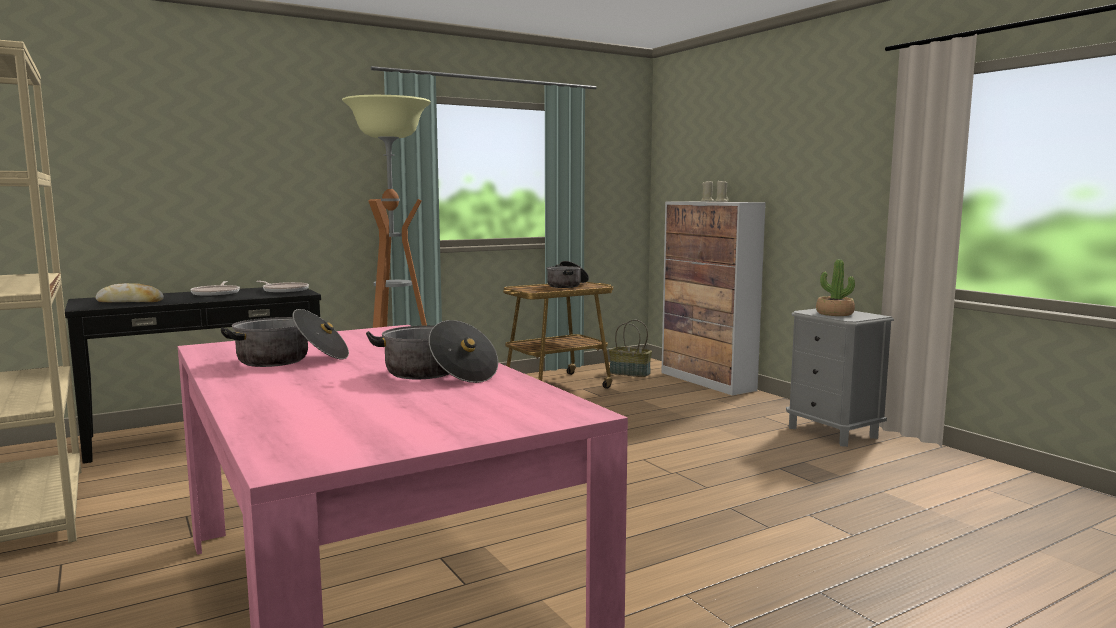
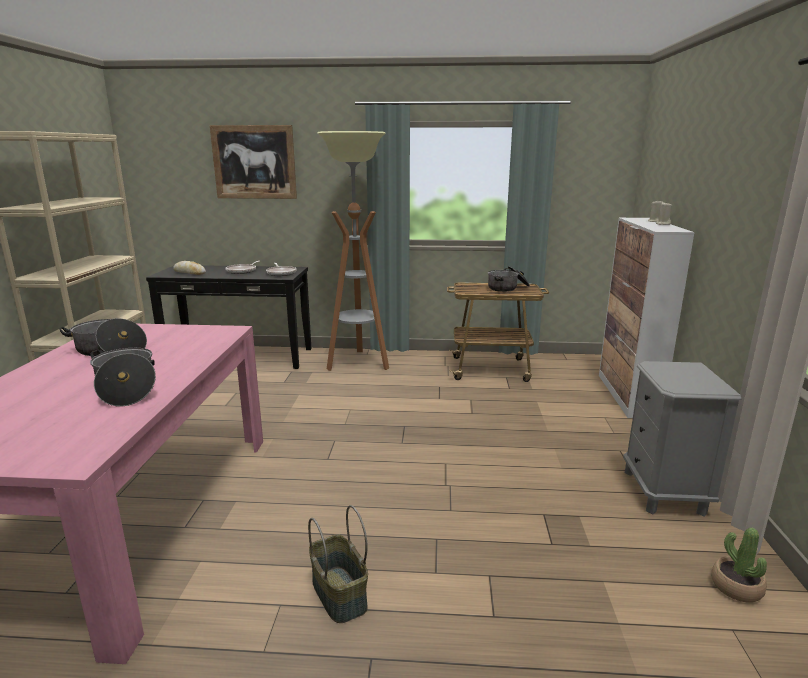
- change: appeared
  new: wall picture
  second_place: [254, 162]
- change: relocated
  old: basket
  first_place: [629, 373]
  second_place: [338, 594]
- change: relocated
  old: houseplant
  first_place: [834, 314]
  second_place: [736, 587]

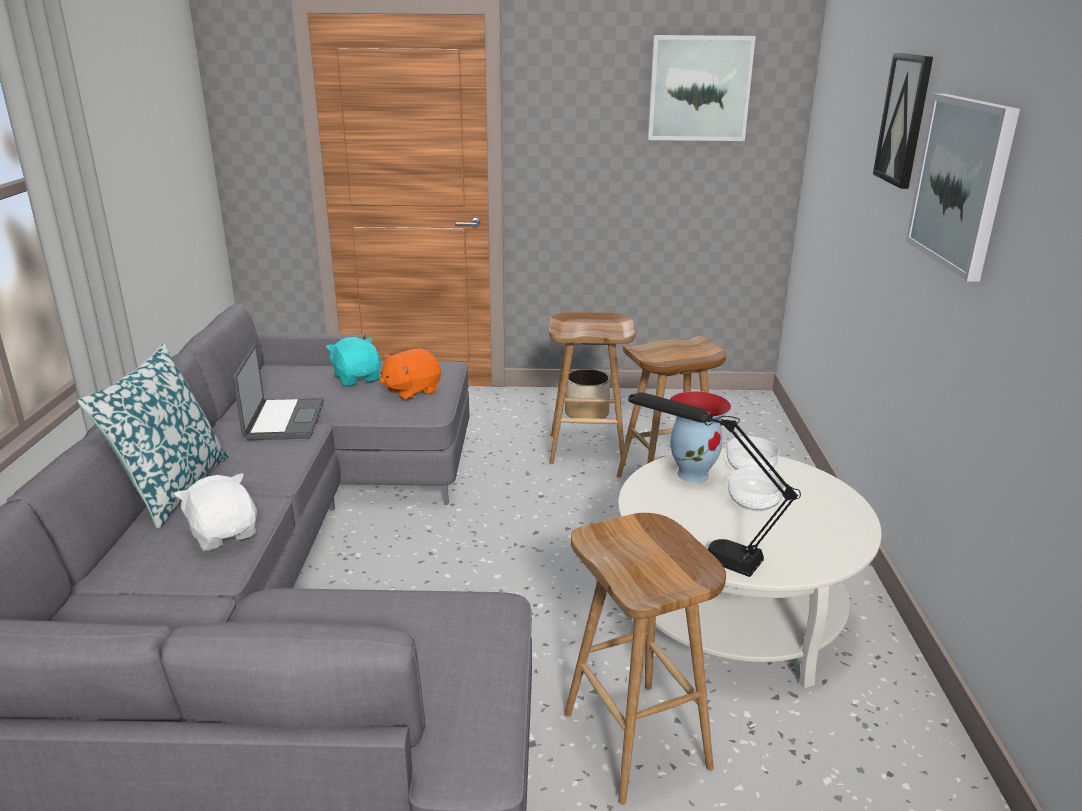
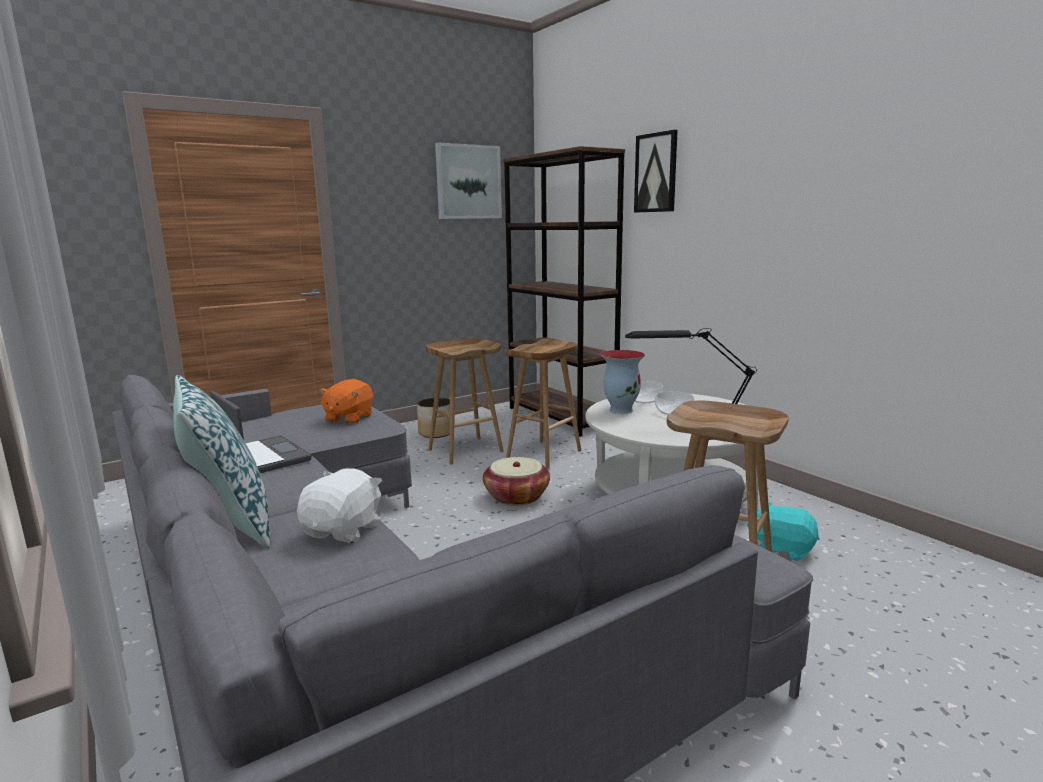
- change: missing
  old: wall picture
  first_place: [962, 183]
- change: appeared
  new: basket
  second_place: [516, 496]
- change: appeared
  new: bookcase (brown-coloured)
  second_place: [561, 417]
- change: relocated
  old: cuddly toy (turquoise)
  first_place: [357, 379]
  second_place: [782, 549]
- change: spun
  old: cuddly toy (white-coloured)
  first_place: [224, 534]
  second_place: [344, 530]
  degrees: 90

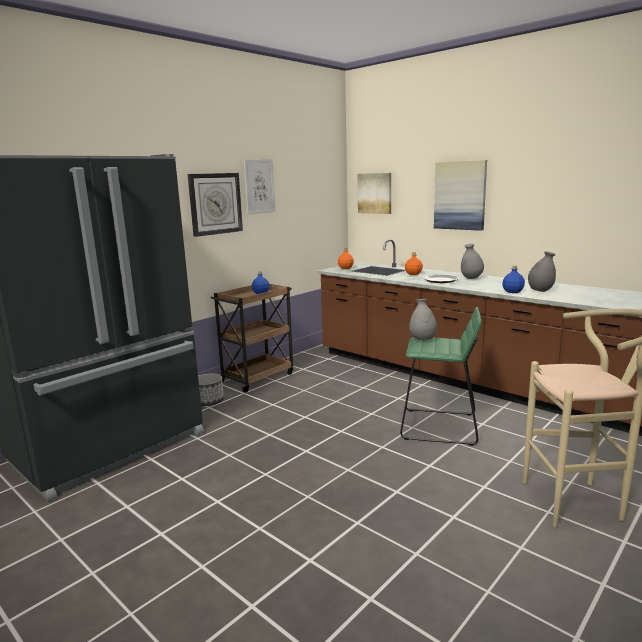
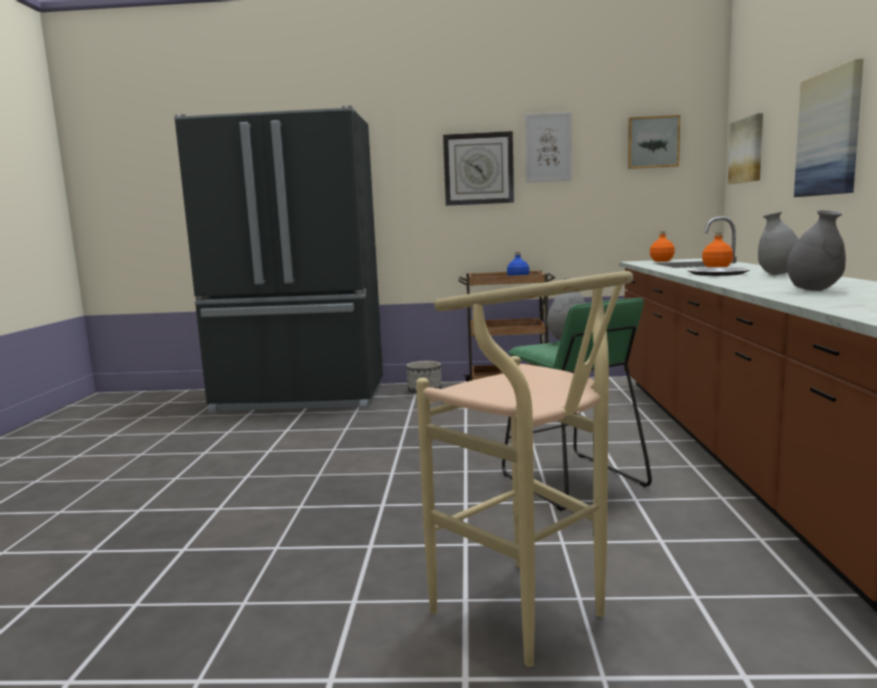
- change: missing
  old: drink bottle (bluish)
  first_place: [513, 292]
- change: appeared
  new: wall picture
  second_place: [652, 142]

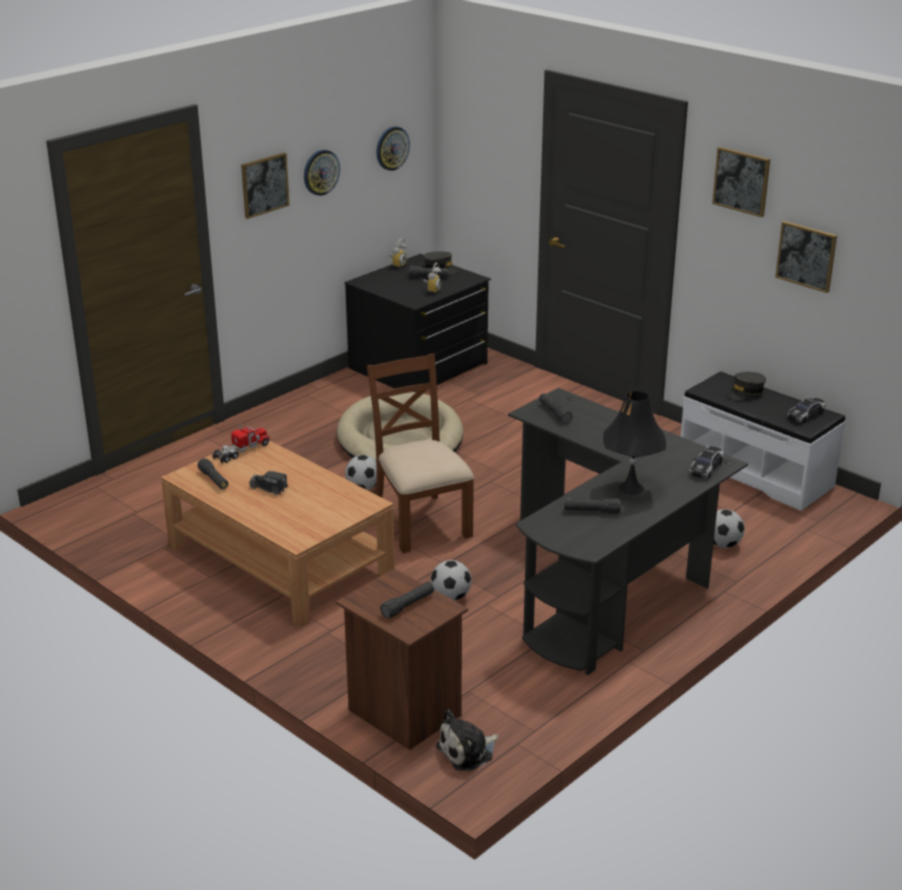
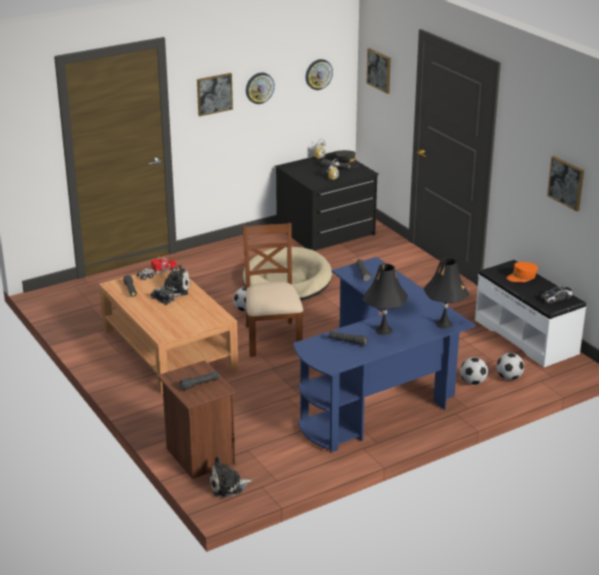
- change: appeared
  new: cuddly toy
  second_place: [175, 289]
- change: relocated
  old: ball for football
  first_place: [451, 597]
  second_place: [509, 378]
- change: relocated
  old: wall picture
  first_place: [741, 181]
  second_place: [379, 70]
- change: exchanged
  old: miniature car
  new: tabletop lamp (black-coloured)
  first_place: [706, 468]
  second_place: [444, 324]
- change: colour
  old: desk (black-coloured)
  new: desk (bluish)
  first_place: [609, 580]
  second_place: [379, 394]
- change: colour
  old: baseball cap (greyish)
  new: baseball cap (orange)
  first_place: [745, 392]
  second_place: [522, 277]

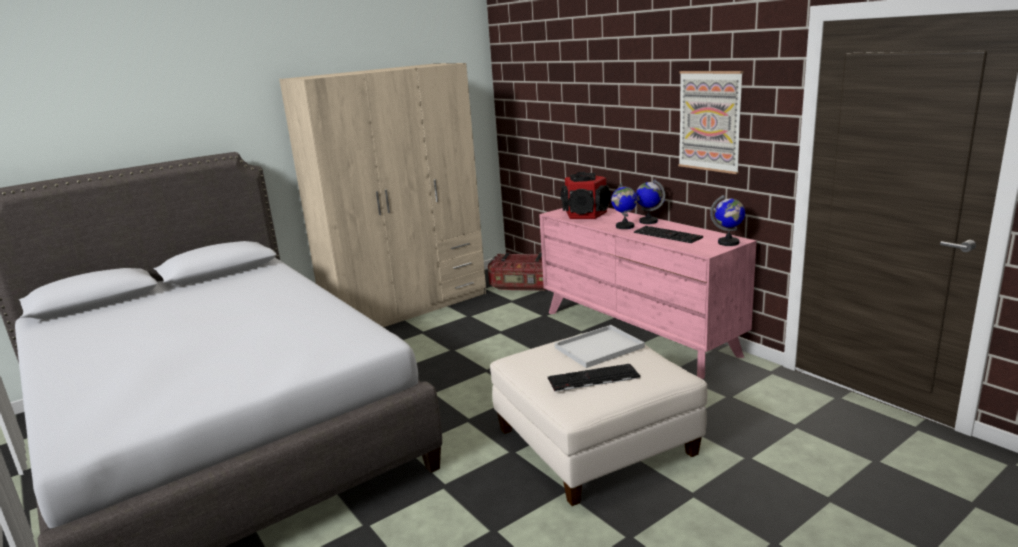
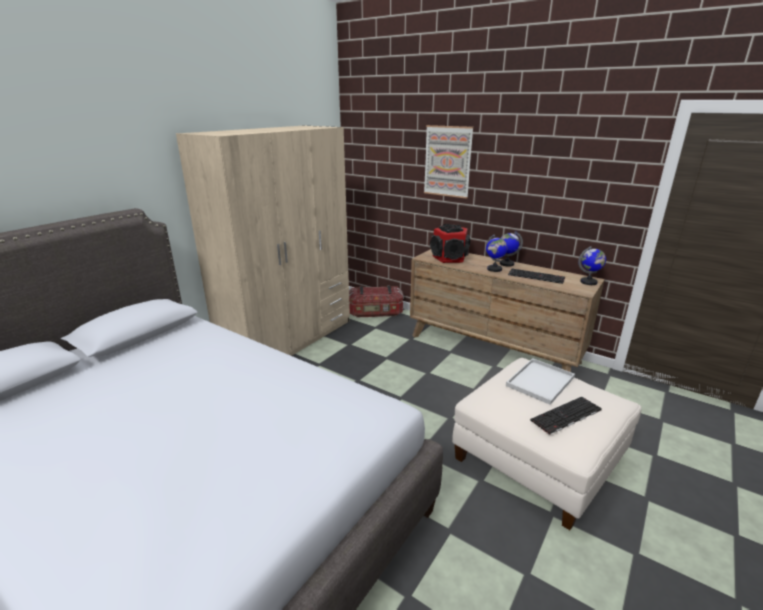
- change: relocated
  old: wall picture
  first_place: [710, 121]
  second_place: [447, 161]
- change: colour
  old: dresser (pink-coloured)
  new: dresser (brown-coloured)
  first_place: [638, 333]
  second_place: [493, 349]

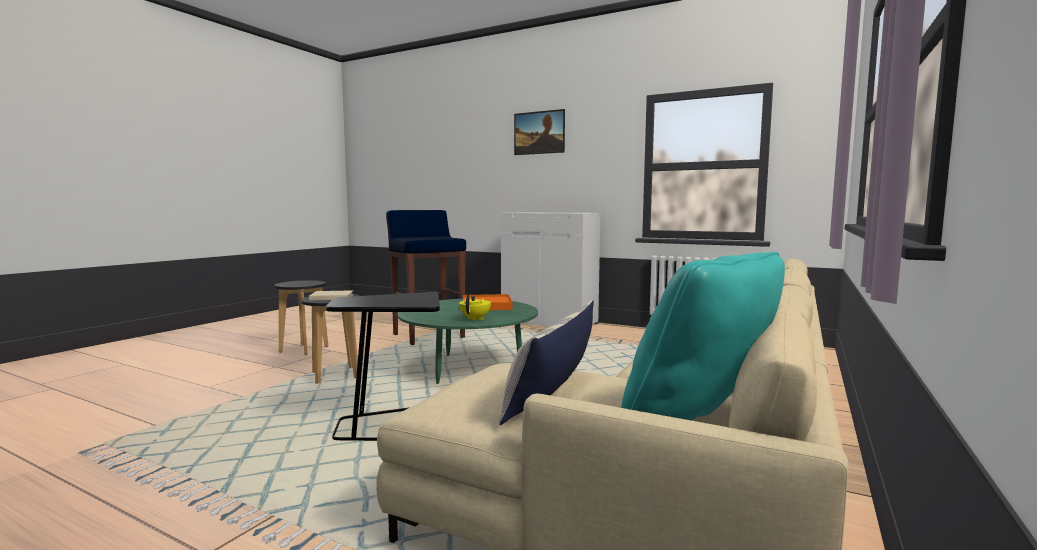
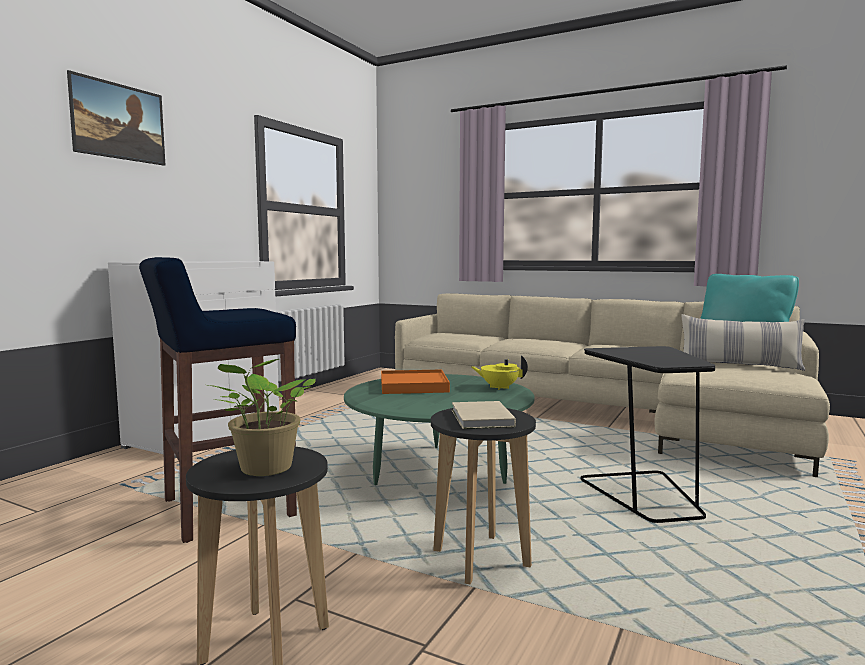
- change: appeared
  new: houseplant
  second_place: [264, 469]

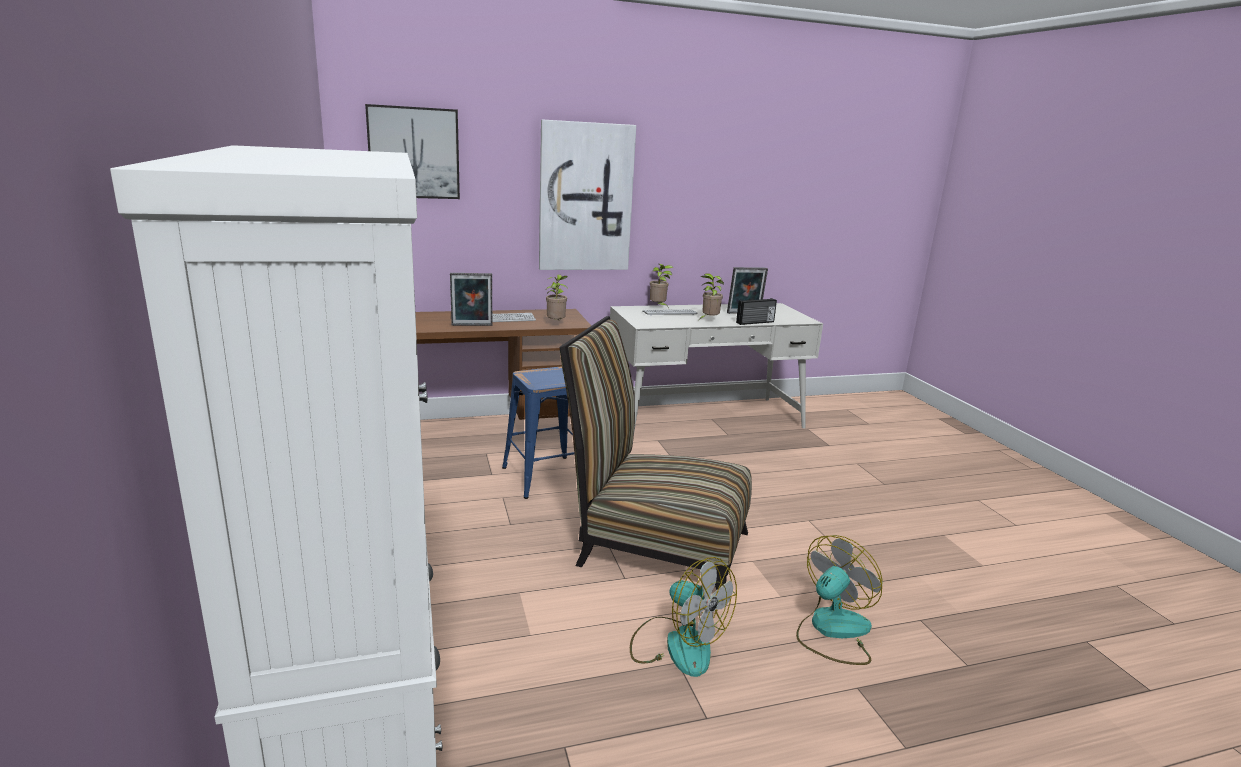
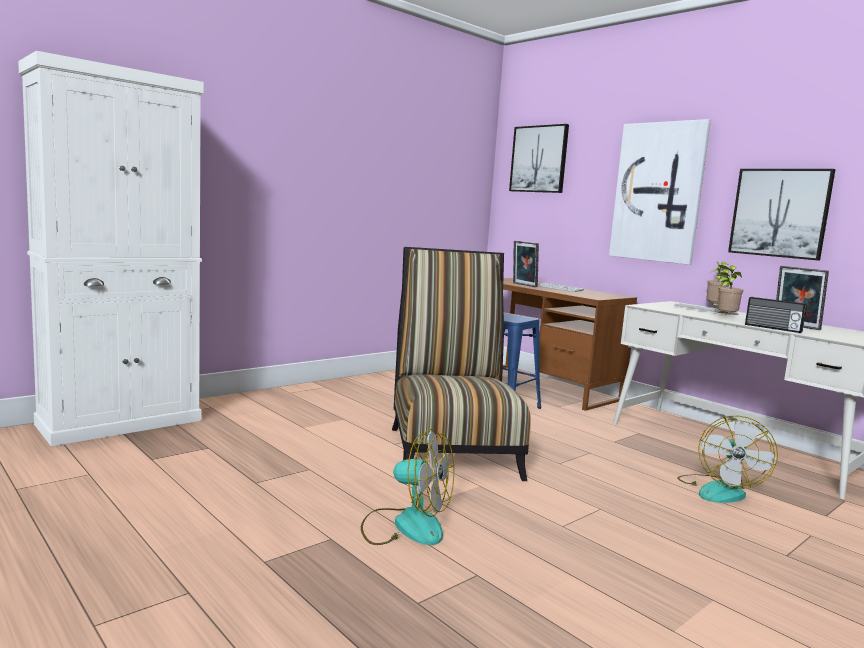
- change: missing
  old: houseplant
  first_place: [556, 323]
- change: appeared
  new: wall picture
  second_place: [780, 213]
- change: relocated
  old: cooling fan
  first_place: [677, 644]
  second_place: [720, 490]

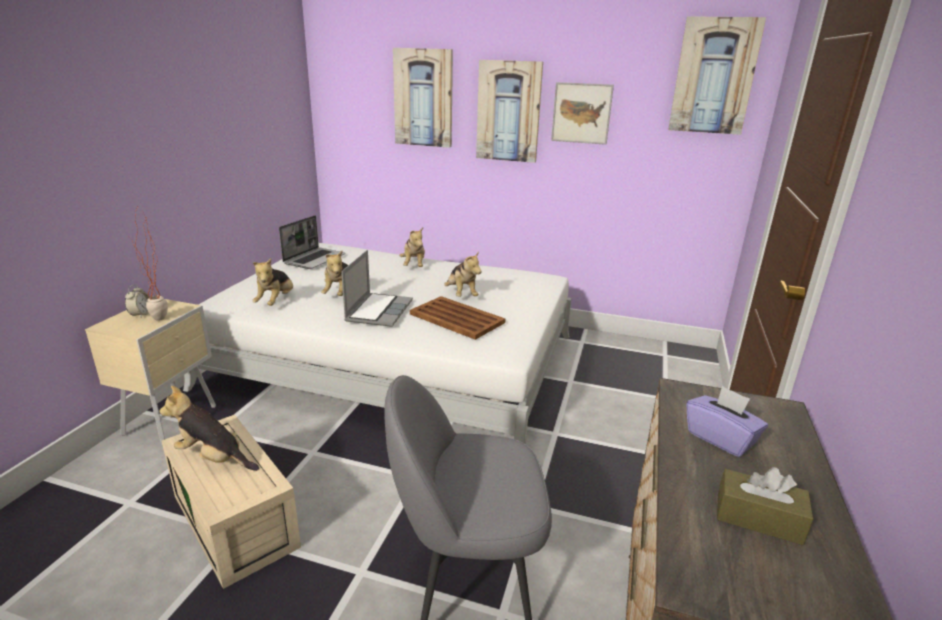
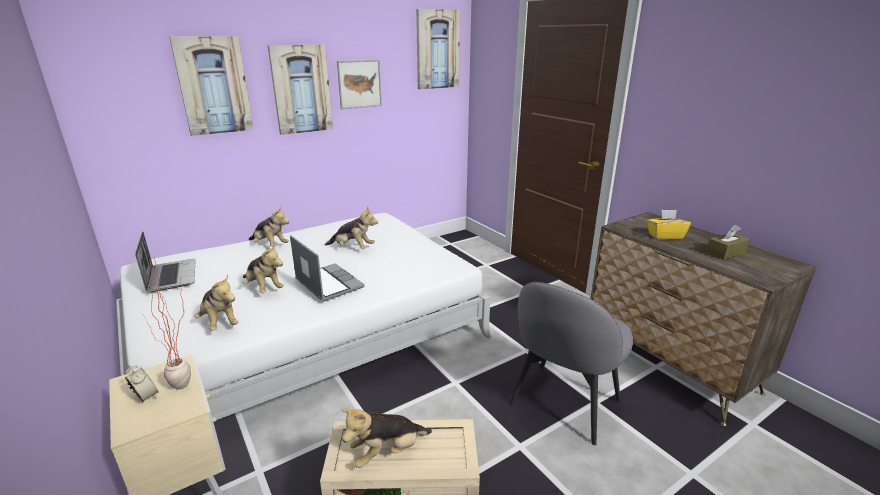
- change: missing
  old: carrying tray (brown-coloured)
  first_place: [457, 318]
- change: colour
  old: tissue box (purplish)
  new: tissue box (yellowish)
  first_place: [720, 438]
  second_place: [665, 236]

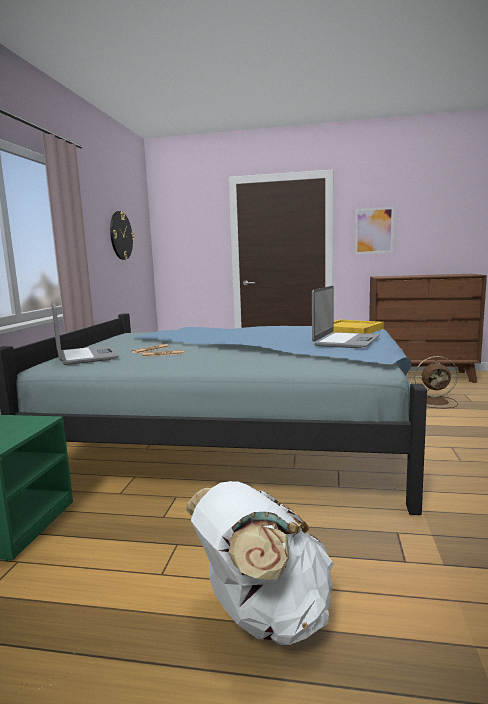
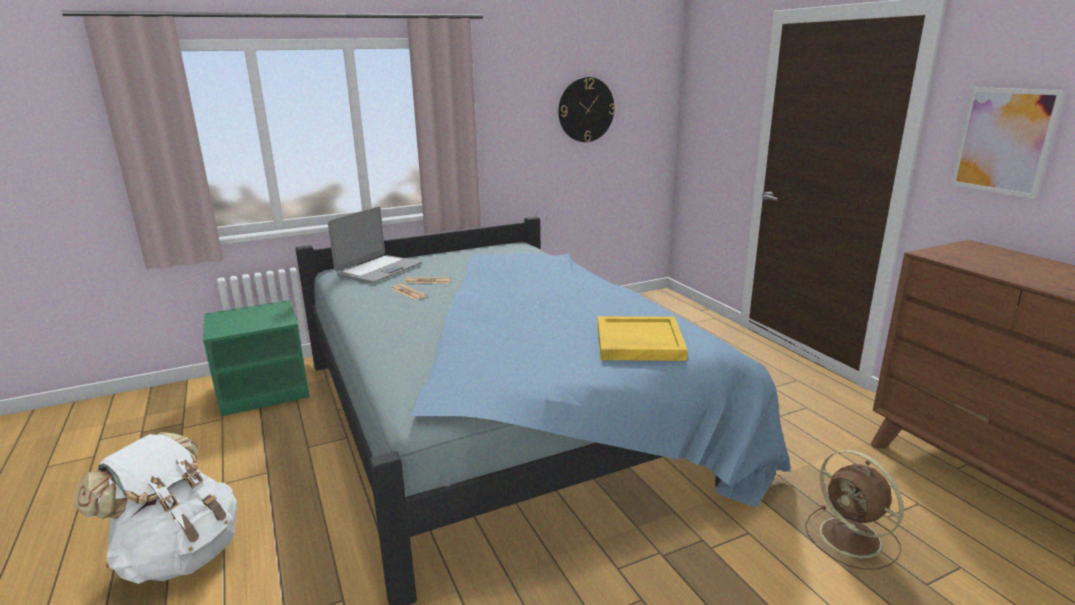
- change: missing
  old: laptop
  first_place: [346, 341]

